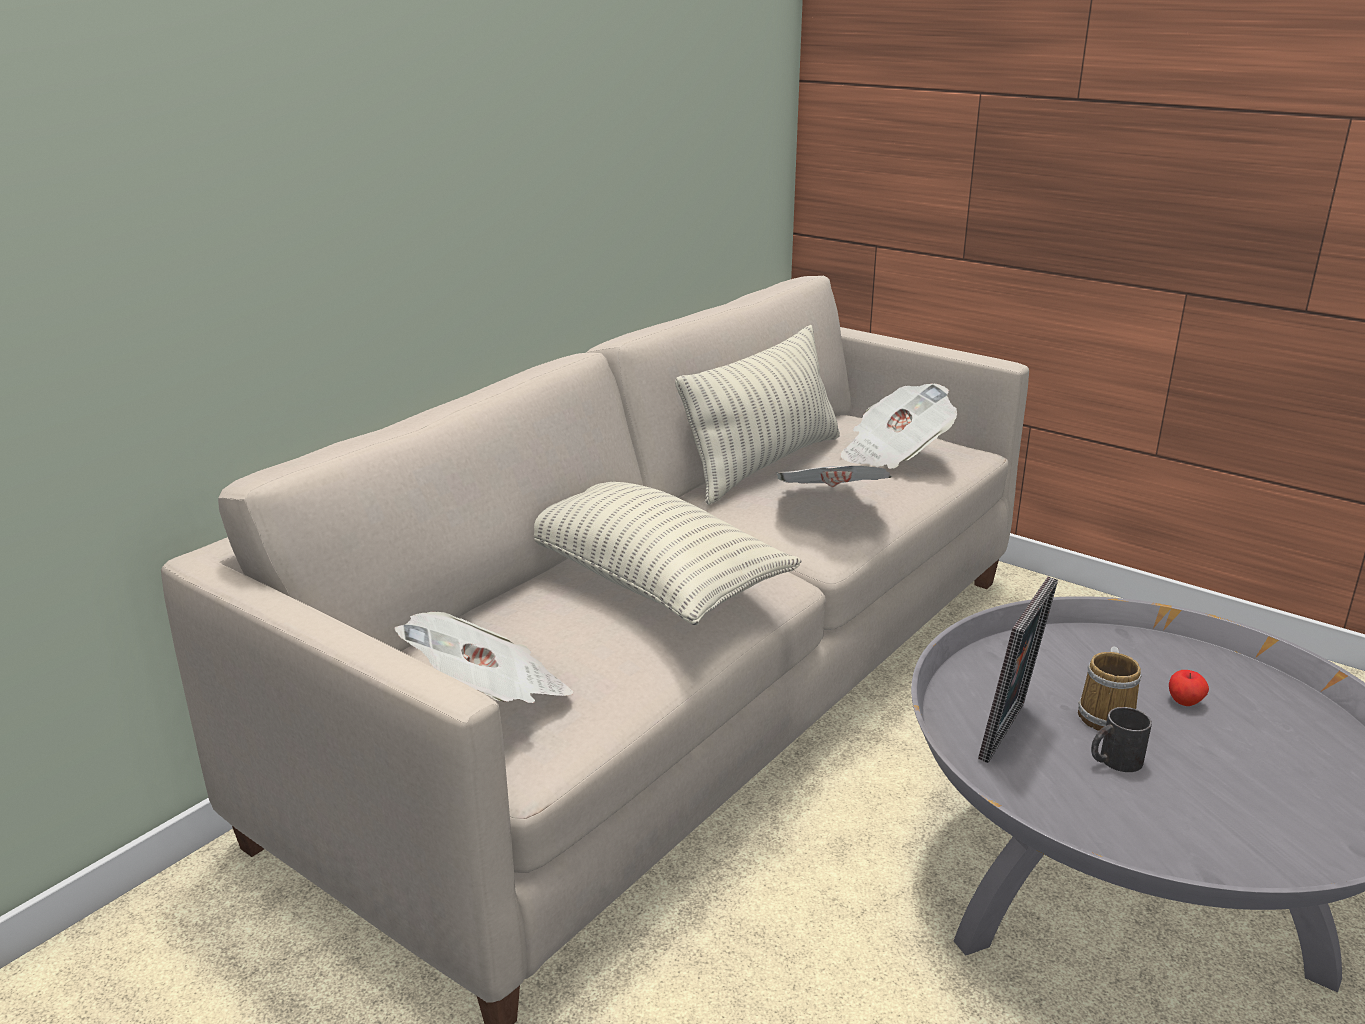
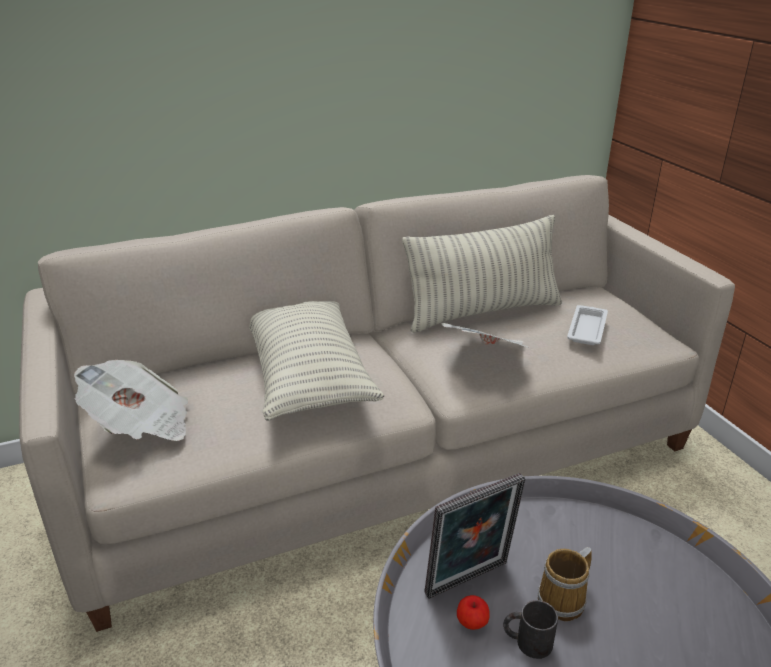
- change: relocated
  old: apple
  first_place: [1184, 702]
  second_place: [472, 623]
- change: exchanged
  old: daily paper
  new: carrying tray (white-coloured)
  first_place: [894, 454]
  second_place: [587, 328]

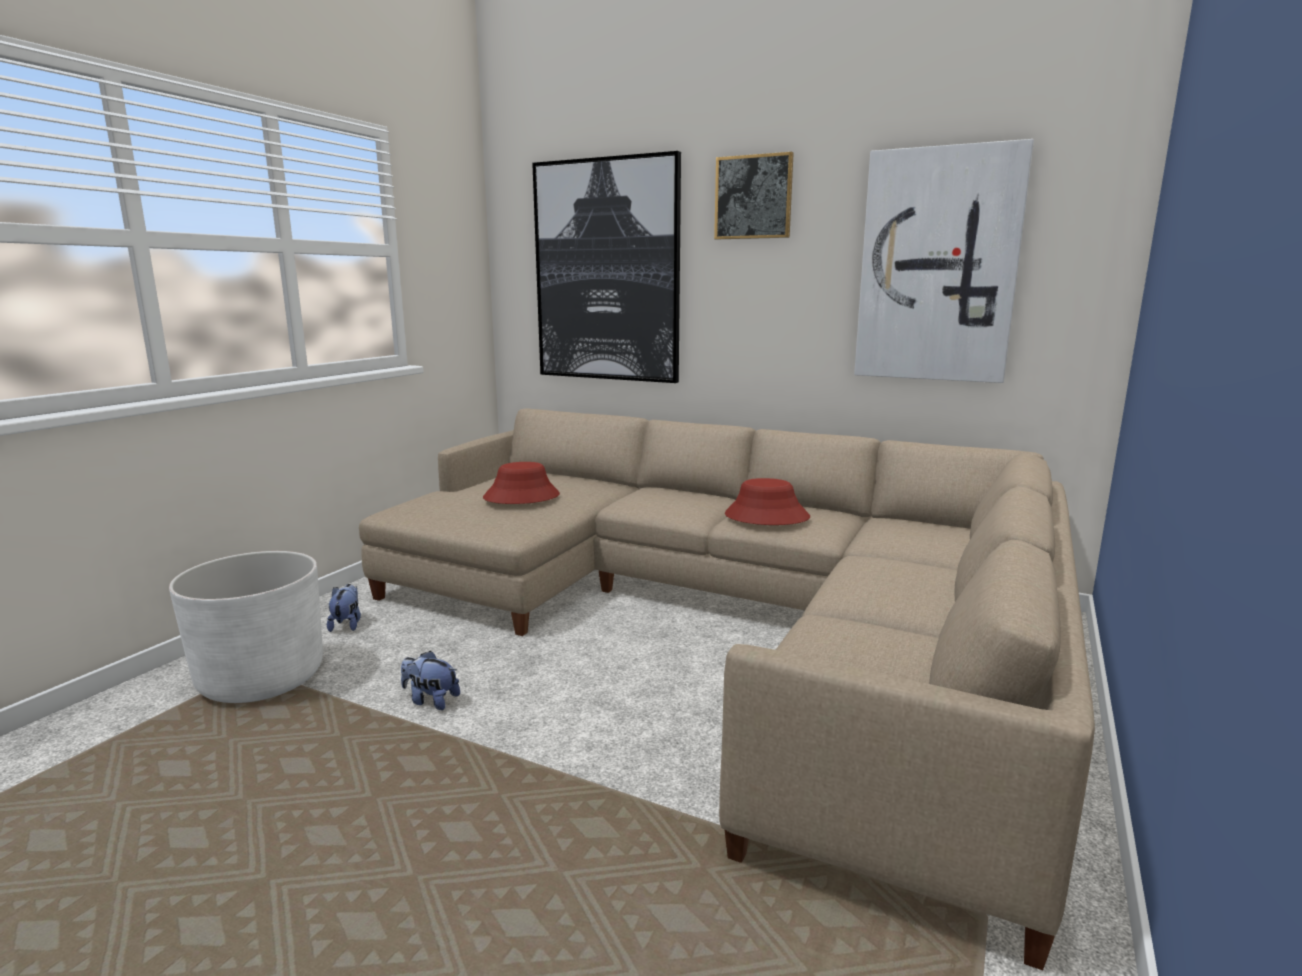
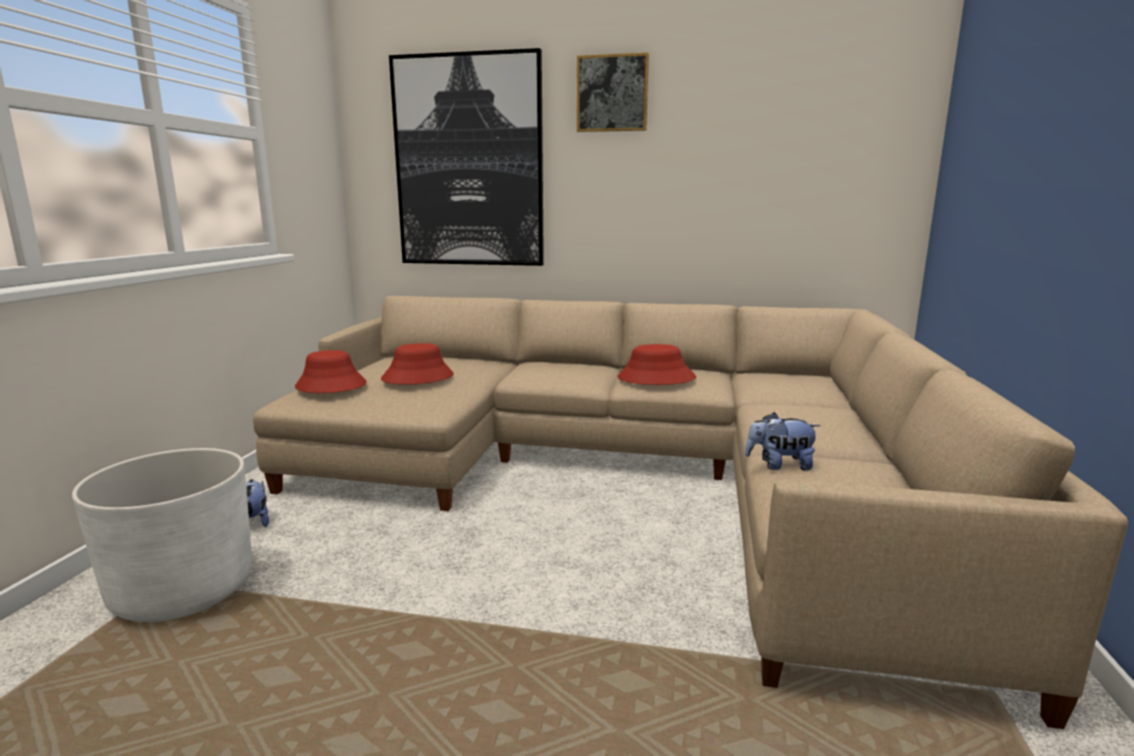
- change: missing
  old: wall picture
  first_place: [937, 266]
- change: appeared
  new: clothing hat (reddish)
  second_place: [330, 386]
- change: relocated
  old: cuddly toy
  first_place: [430, 700]
  second_place: [779, 465]

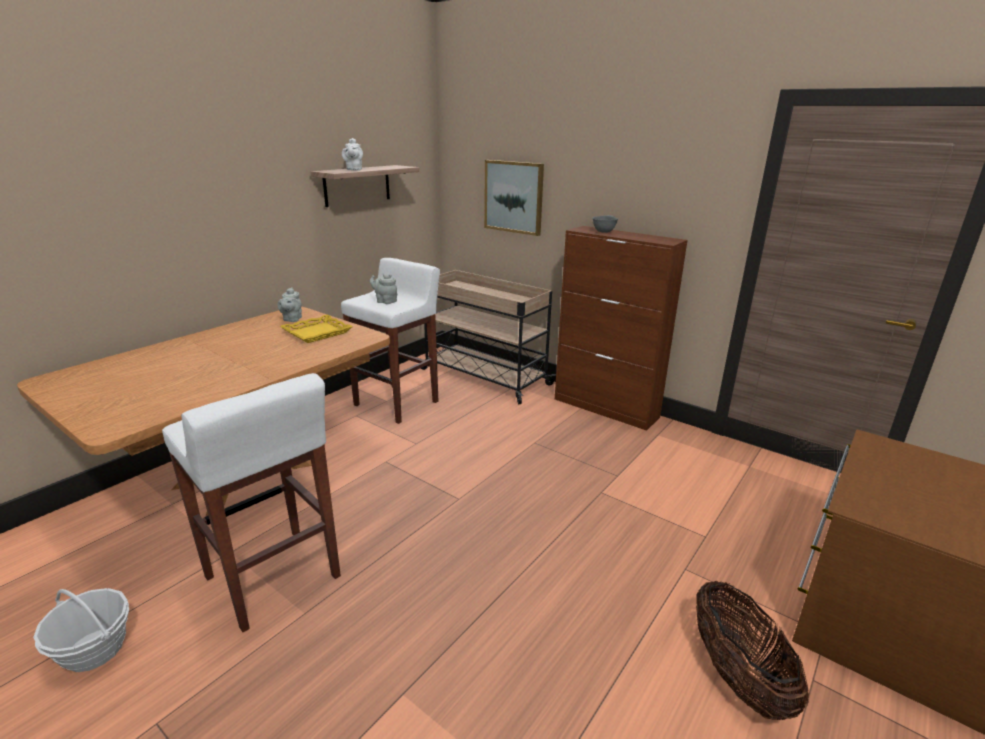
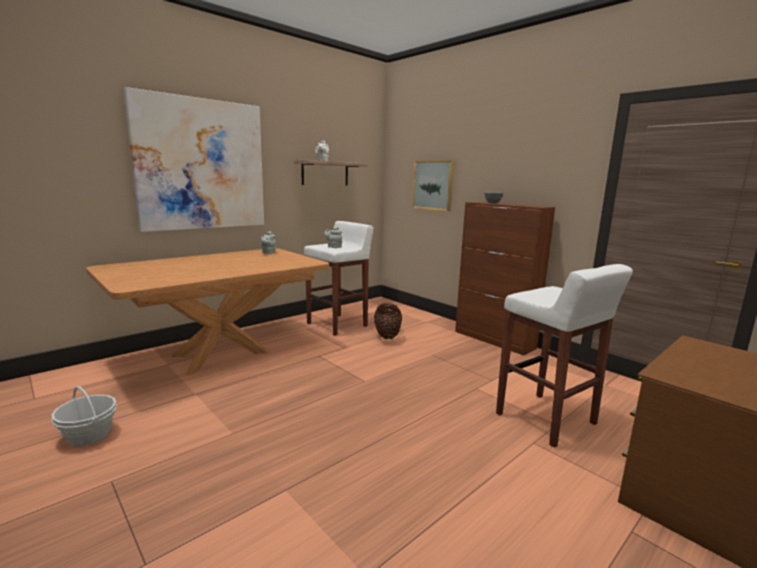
- change: missing
  old: carrying tray (yellowish)
  first_place: [317, 333]
- change: missing
  old: cart (beige-coloured)
  first_place: [483, 376]
- change: appeared
  new: wall picture
  second_place: [201, 165]
- change: relocated
  old: stool (white-coloured)
  first_place: [273, 578]
  second_place: [547, 420]
- change: relocated
  old: basket
  first_place: [737, 676]
  second_place: [387, 335]

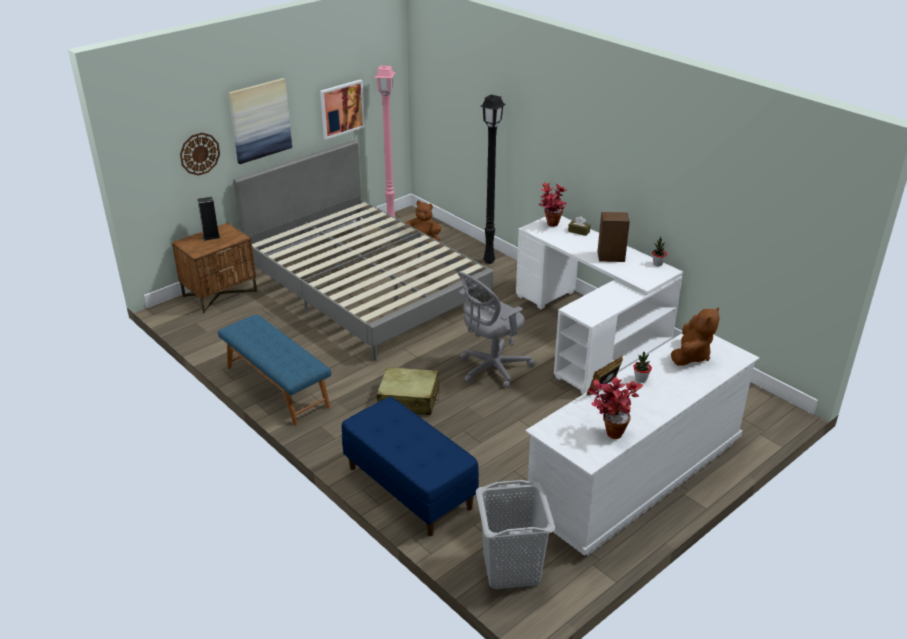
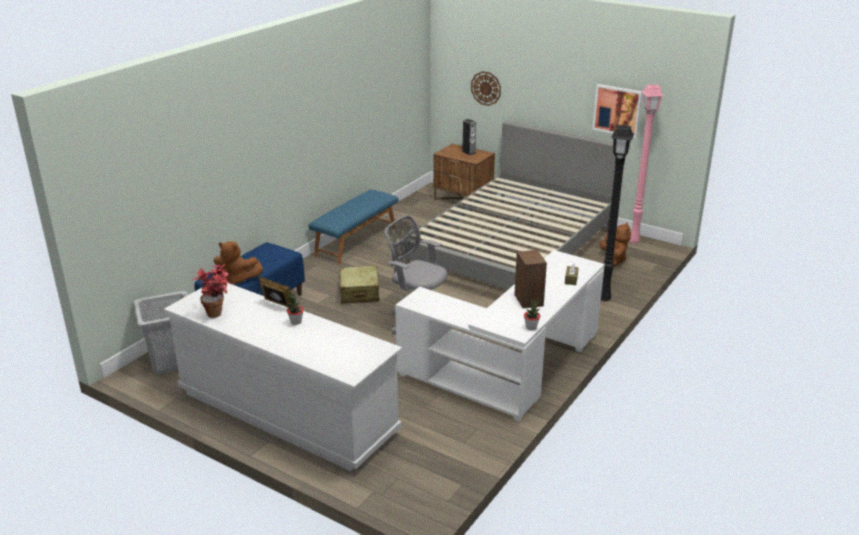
- change: missing
  old: wall picture
  first_place: [260, 120]
- change: missing
  old: houseplant
  first_place: [550, 226]
- change: relocated
  old: cuddly toy (brown-coloured)
  first_place: [691, 356]
  second_place: [237, 279]

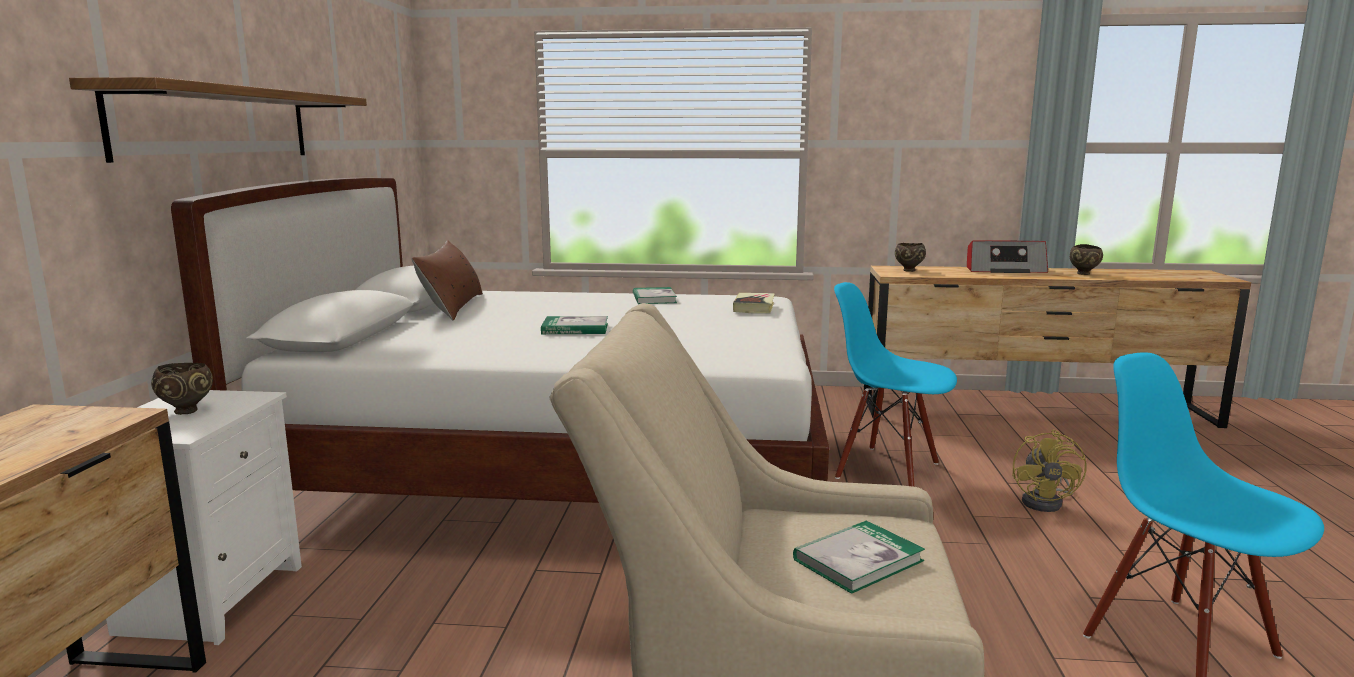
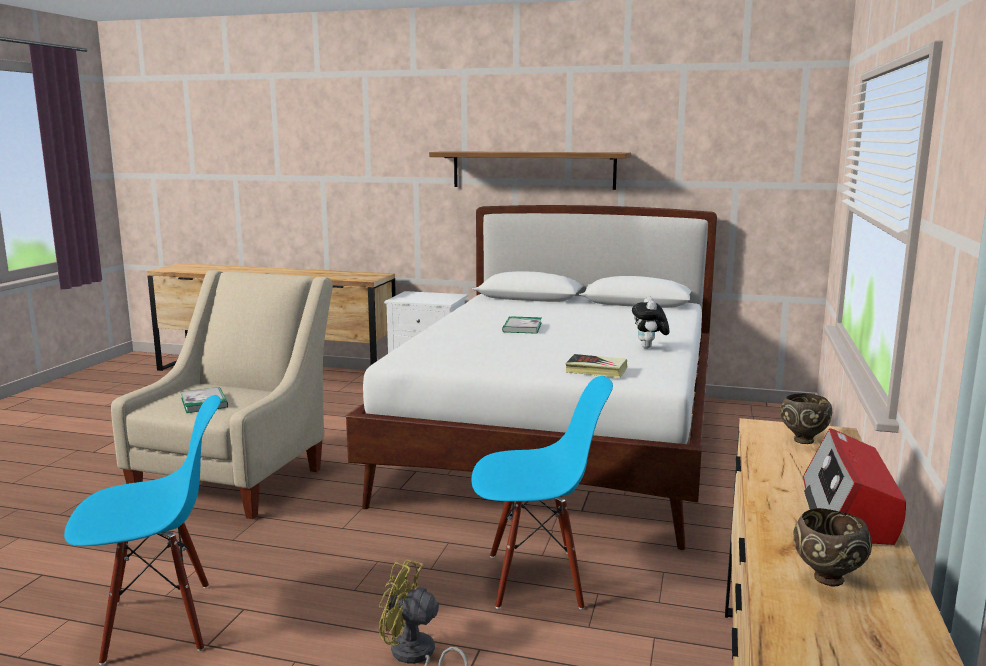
- change: missing
  old: bowl (brown-coloured)
  first_place: [188, 411]
- change: missing
  old: cushion (brown-coloured)
  first_place: [452, 306]
- change: exchanged
  old: book
  new: cuddly toy
  first_place: [654, 298]
  second_place: [649, 348]
- change: spun
  old: upright chair (bluish)
  first_place: [887, 470]
  second_place: [536, 579]
  degrees: 45

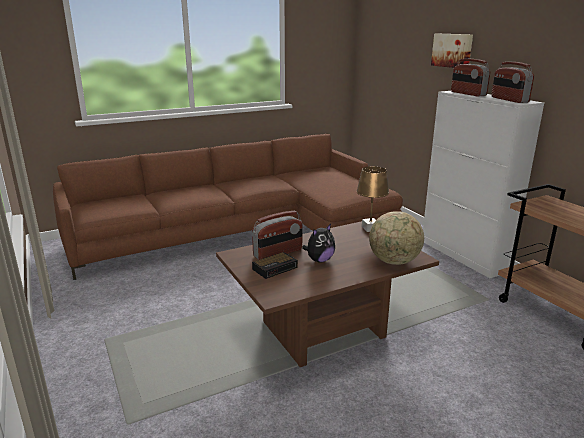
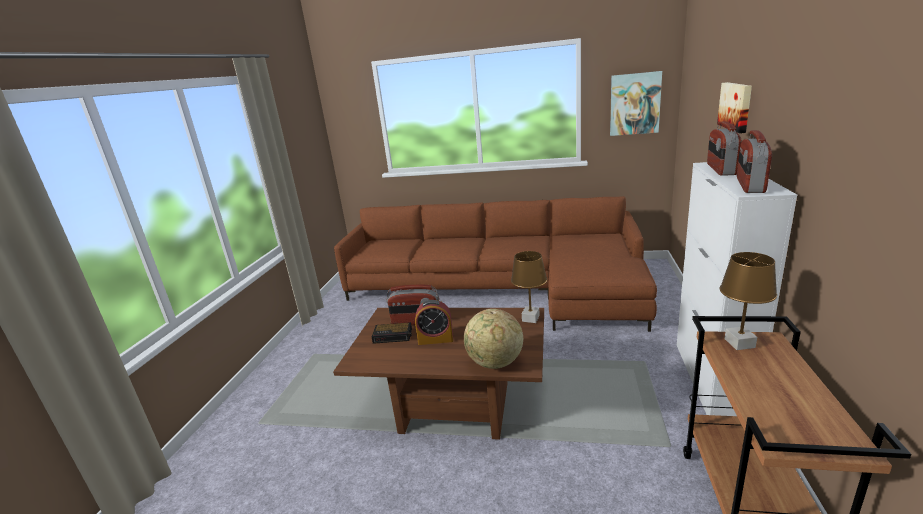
- change: appeared
  new: wall picture
  second_place: [634, 104]
- change: appeared
  new: tabletop lamp (brown-coloured)
  second_place: [739, 343]
- change: exchanged
  old: cuddly toy
  new: table clock
  first_place: [319, 260]
  second_place: [435, 339]

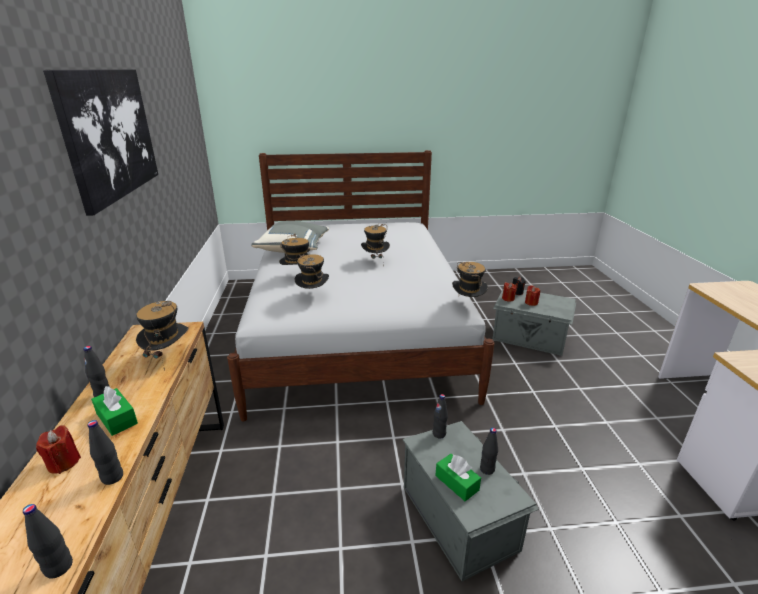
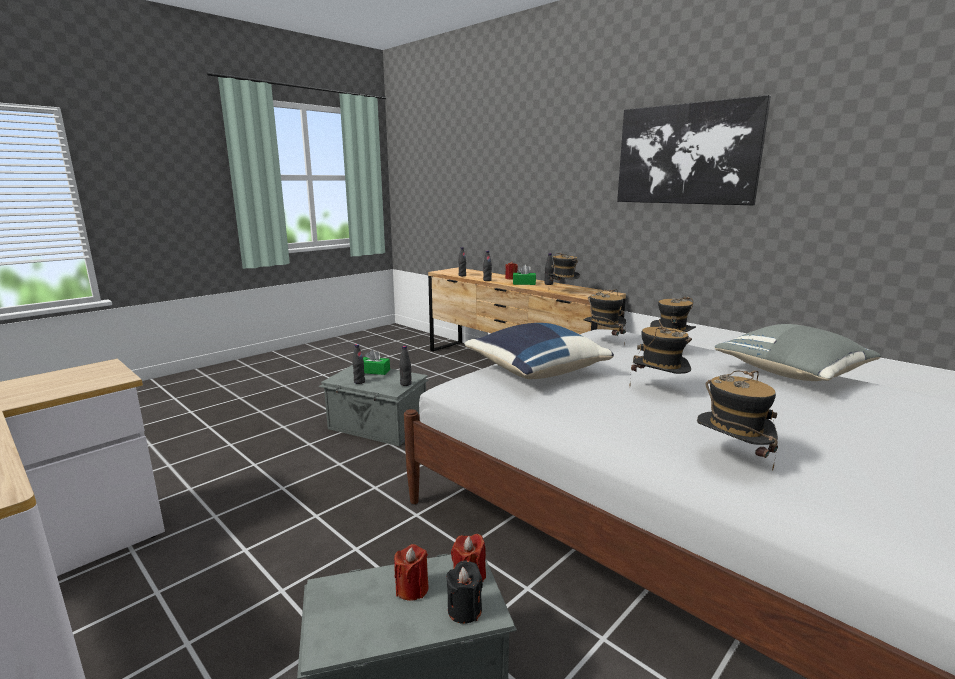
- change: appeared
  new: cushion (bluish)
  second_place: [534, 371]
- change: relocated
  old: clothing hat
  first_place: [467, 305]
  second_place: [731, 461]

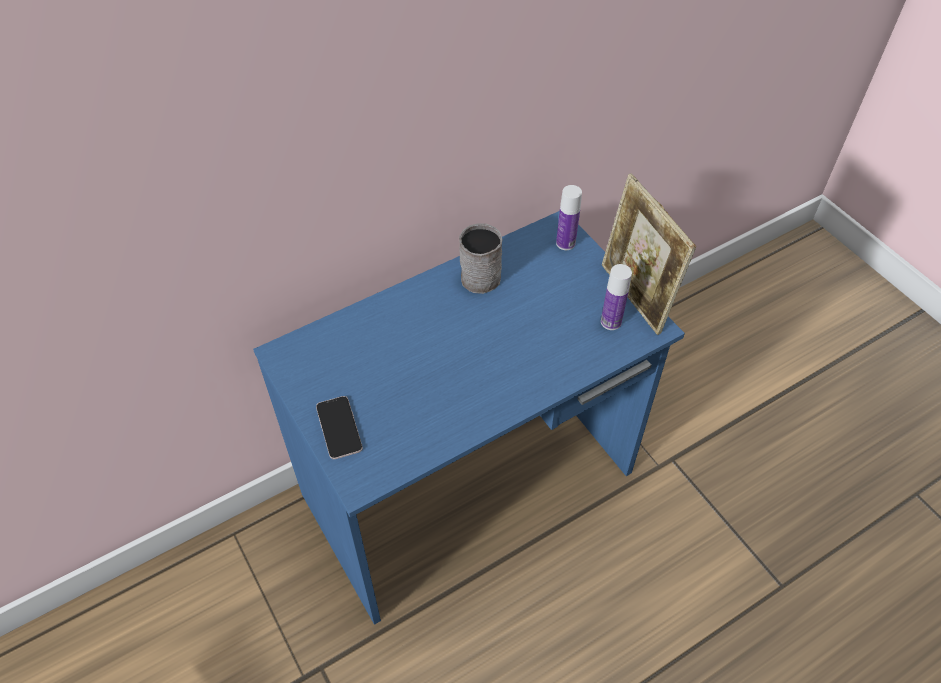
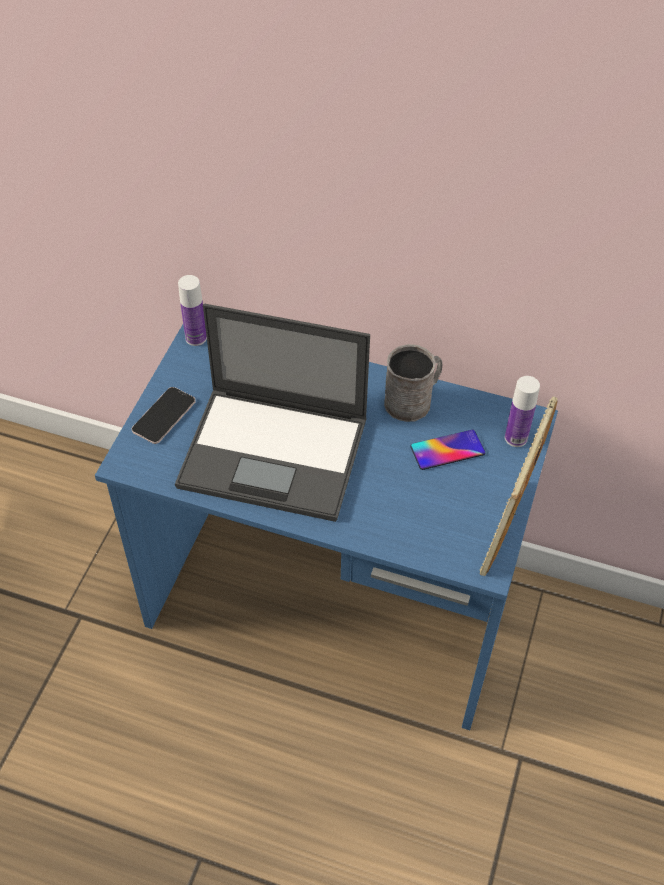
- change: appeared
  new: laptop
  second_place: [276, 453]
- change: appeared
  new: telephone
  second_place: [447, 450]
- change: relocated
  old: drink bottle
  first_place: [611, 322]
  second_place: [196, 338]

